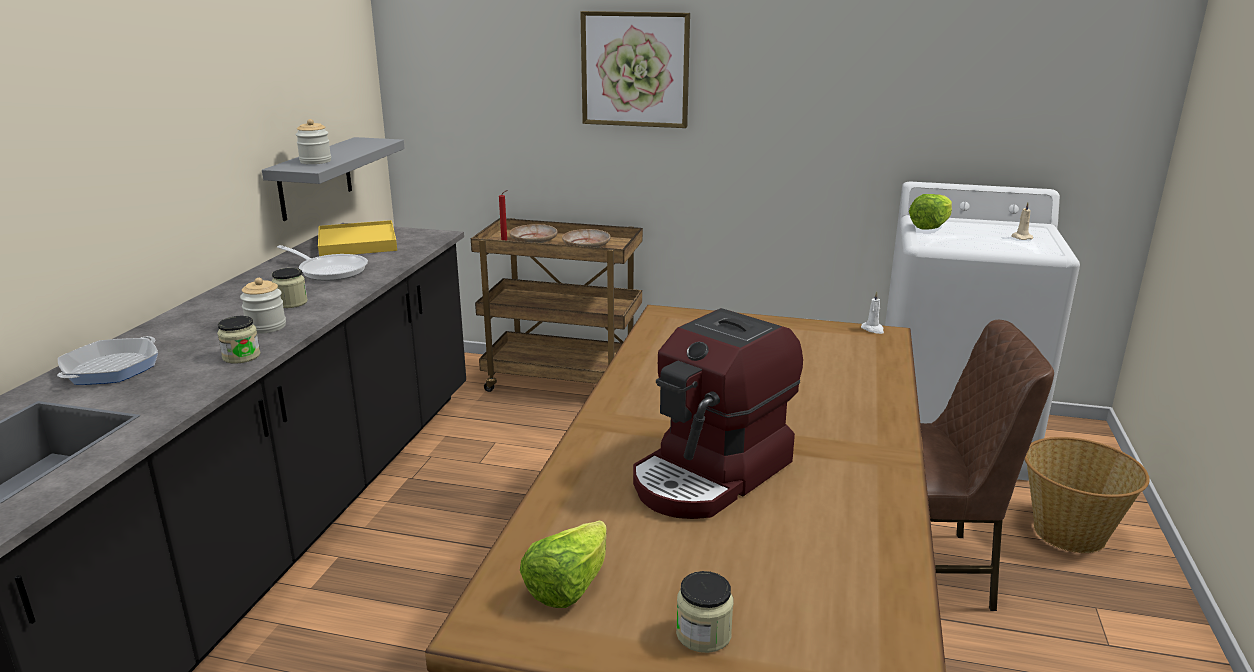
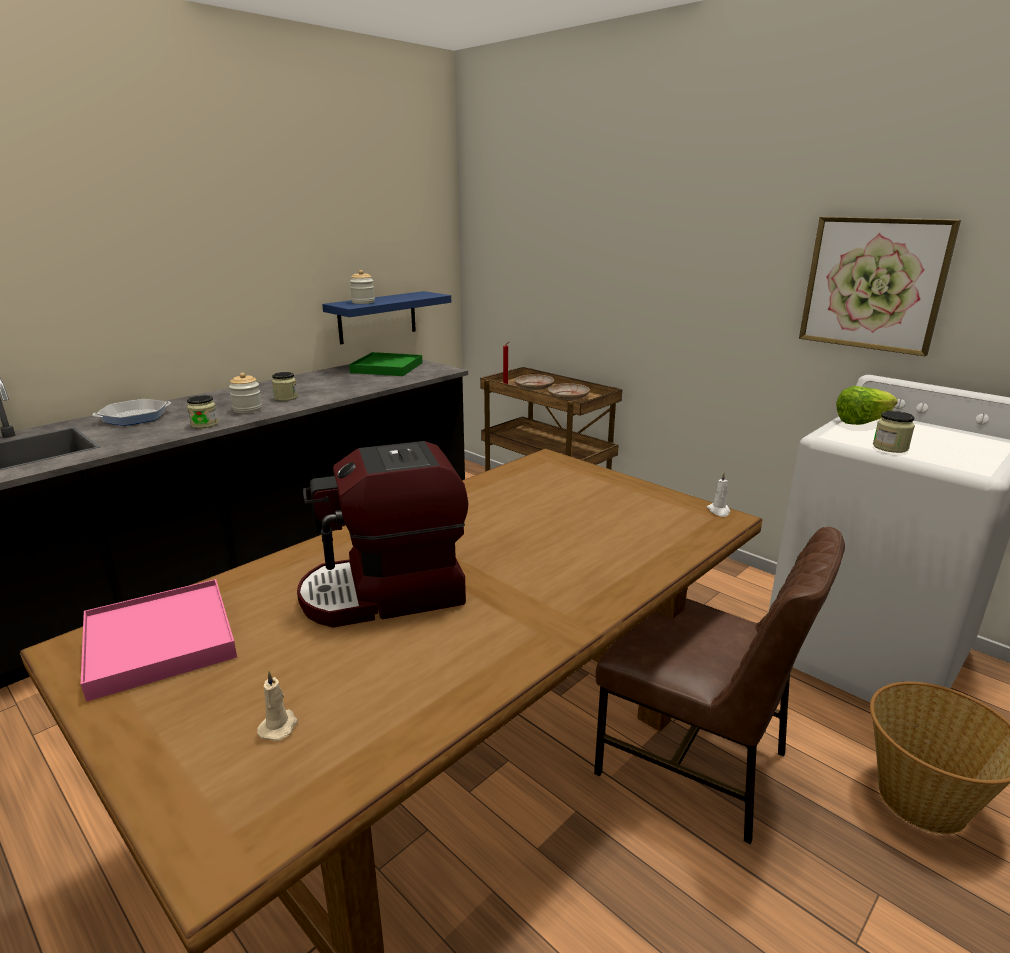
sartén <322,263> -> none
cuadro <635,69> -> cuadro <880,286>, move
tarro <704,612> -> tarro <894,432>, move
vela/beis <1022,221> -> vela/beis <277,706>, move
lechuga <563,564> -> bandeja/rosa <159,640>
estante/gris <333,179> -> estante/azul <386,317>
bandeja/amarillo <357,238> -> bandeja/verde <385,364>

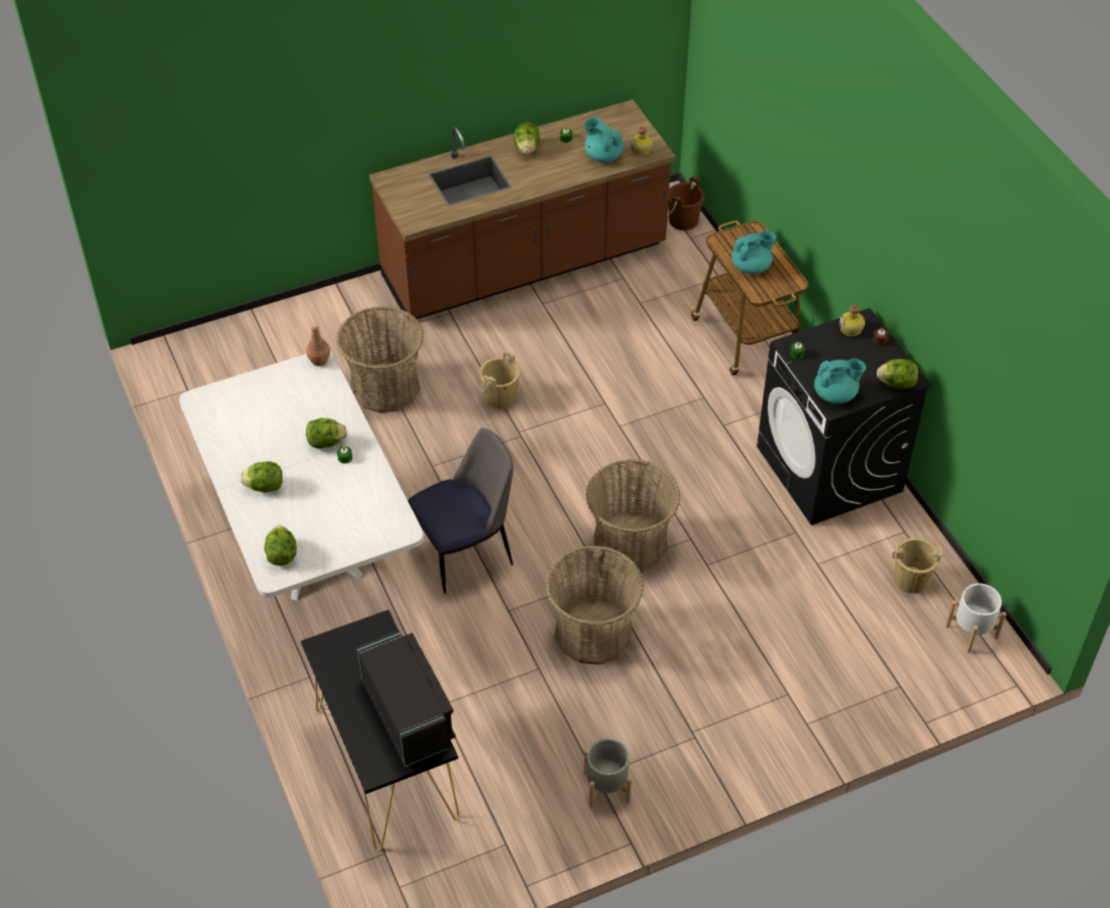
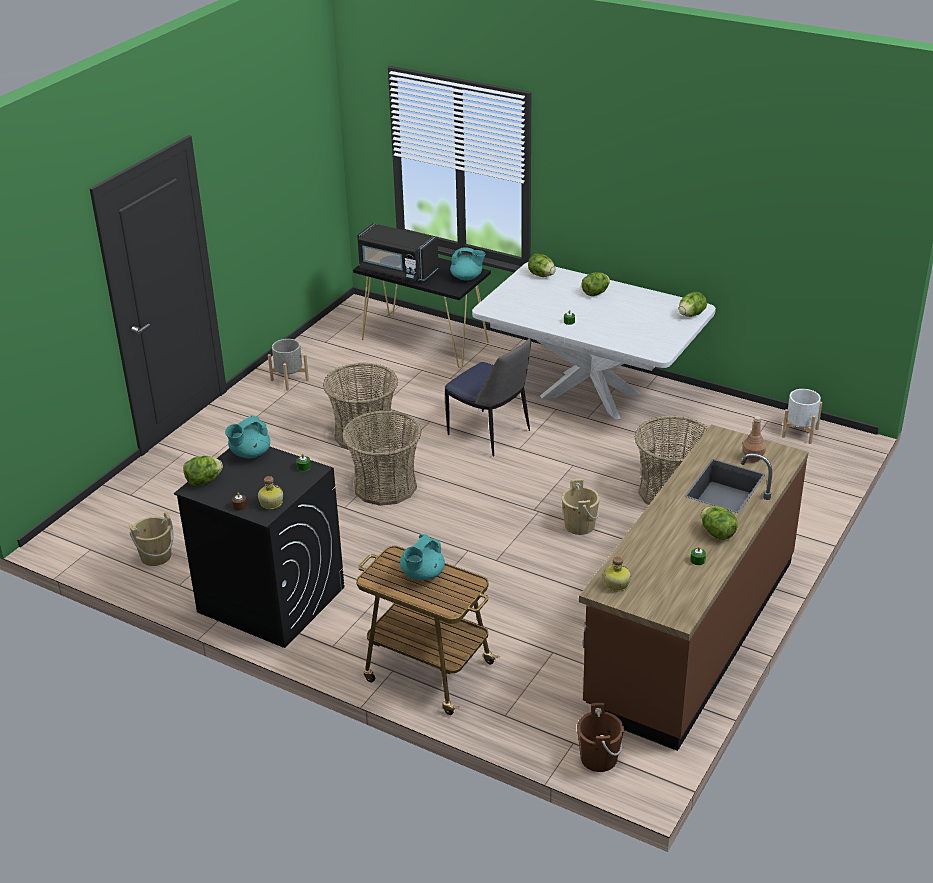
botella/marrón <318,344> -> botella/marrón <754,439>, move
lechuga <326,433> -> lechuga <693,304>, move
tetera/turquesa <604,139> -> tetera/turquesa <468,263>, move
maceta/blanco <975,618> -> maceta/blanco <802,416>, move
silla <461,511> -> silla <488,397>, 75 degrees counterclockwise

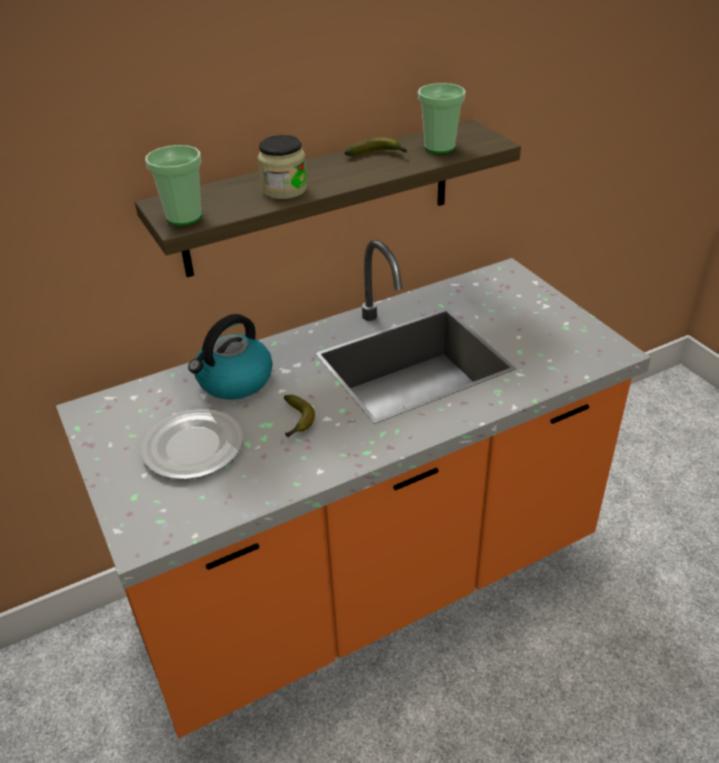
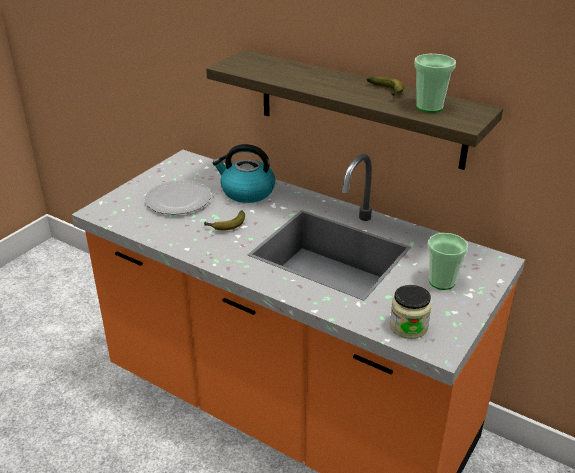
taza <173,185> -> taza <448,261>, move
tarro <282,167> -> tarro <410,312>, move

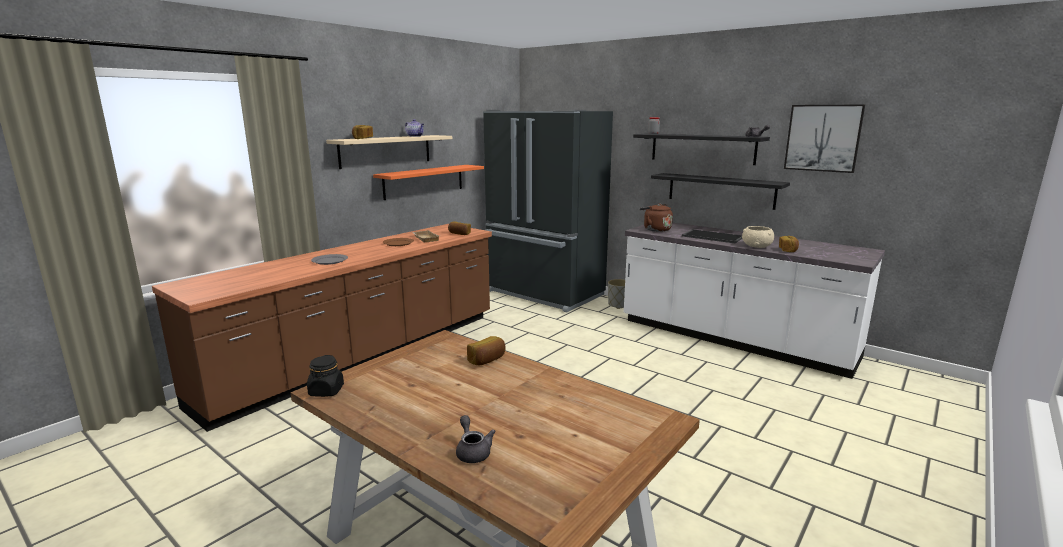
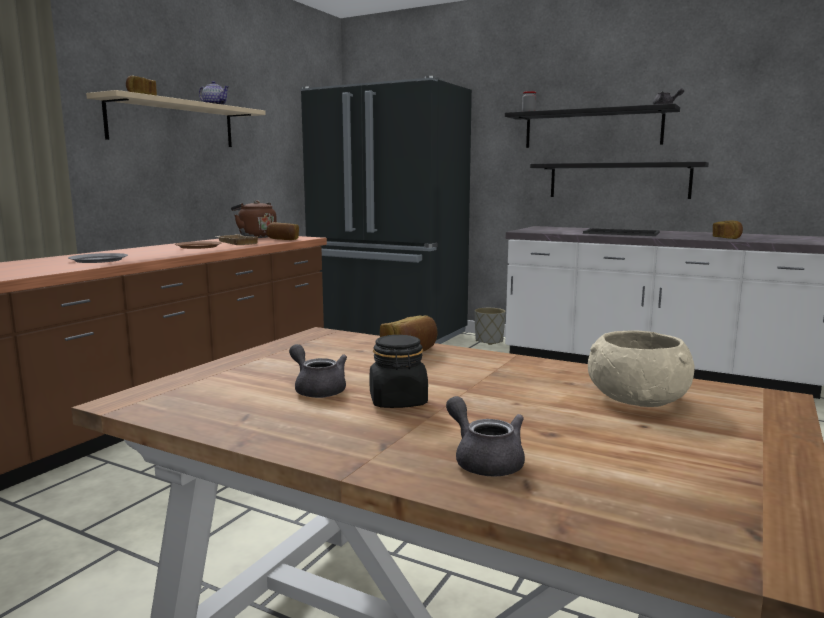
estante/naranja <428,182> -> none
cuadro <824,138> -> none
none -> tetera/gris <318,371>
tarro/negro <325,376> -> tarro/negro <399,371>, move
hervidor/marrón <656,218> -> hervidor/marrón <254,219>, move
cuenco/beis <758,237> -> cuenco/beis <641,368>, move

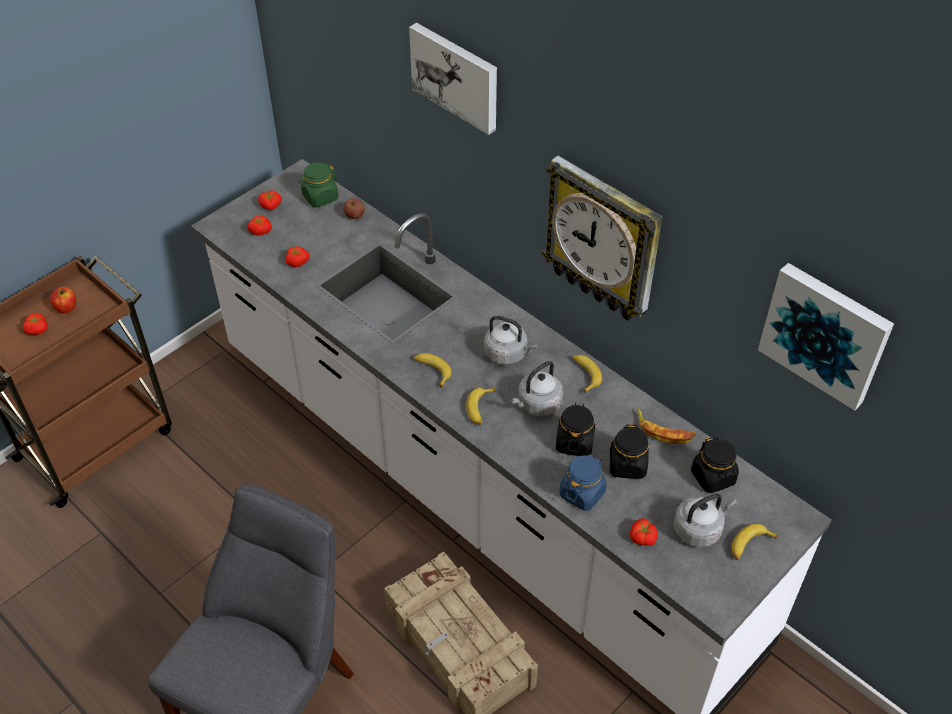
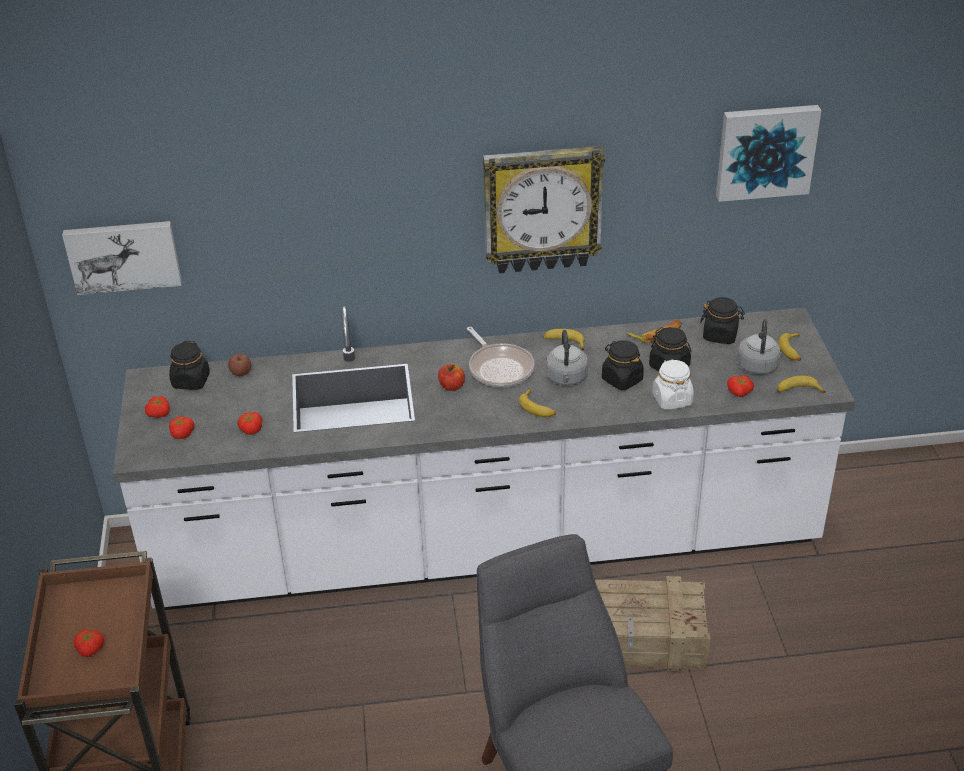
manzana <63,300> -> manzana <451,377>, move
cuadro <453,79> -> cuadro <122,258>, move
plátano <433,370> -> plátano <801,384>, move
hervidor/gris <510,340> -> sartén <501,357>
tarro/verde <318,185> -> tarro/negro <189,365>
tarro/azul <583,483> -> tarro/blanco <673,384>

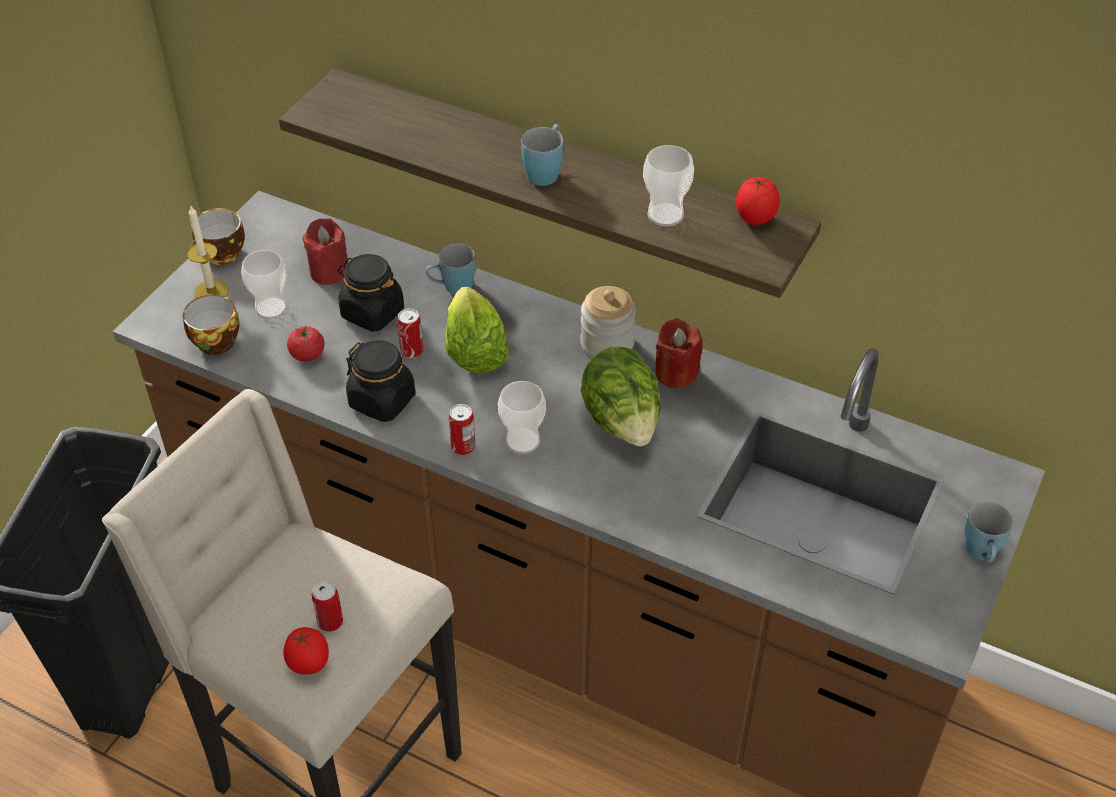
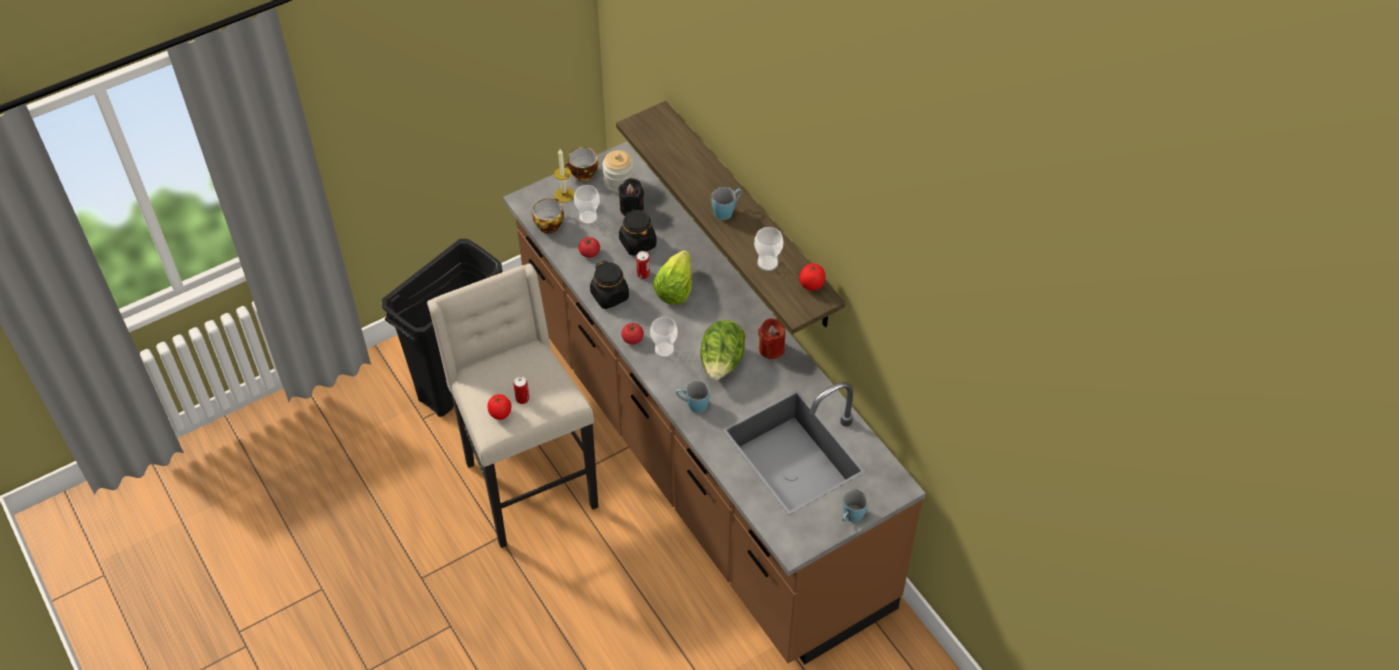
taza grande/azul <450,269> -> taza grande/azul <693,397>, move
tarro <608,322> -> tarro <618,172>, move
lata <462,429> -> tomate <632,334>
vela/rojo <325,251> -> vela/negro <631,197>

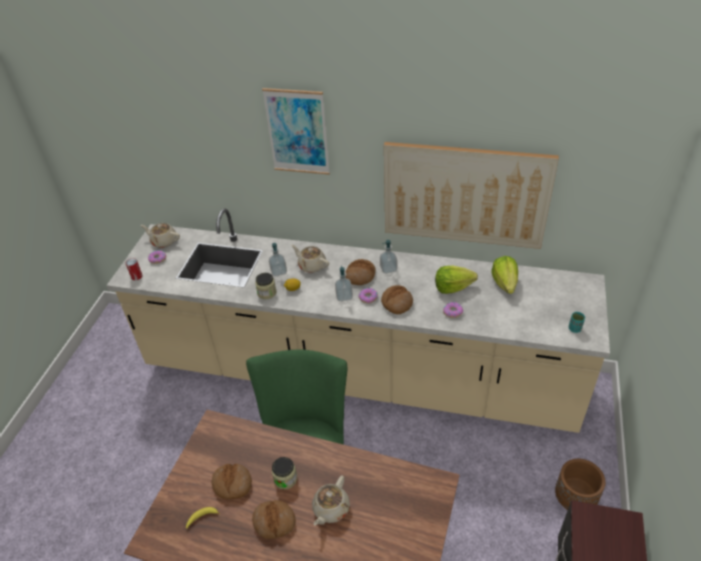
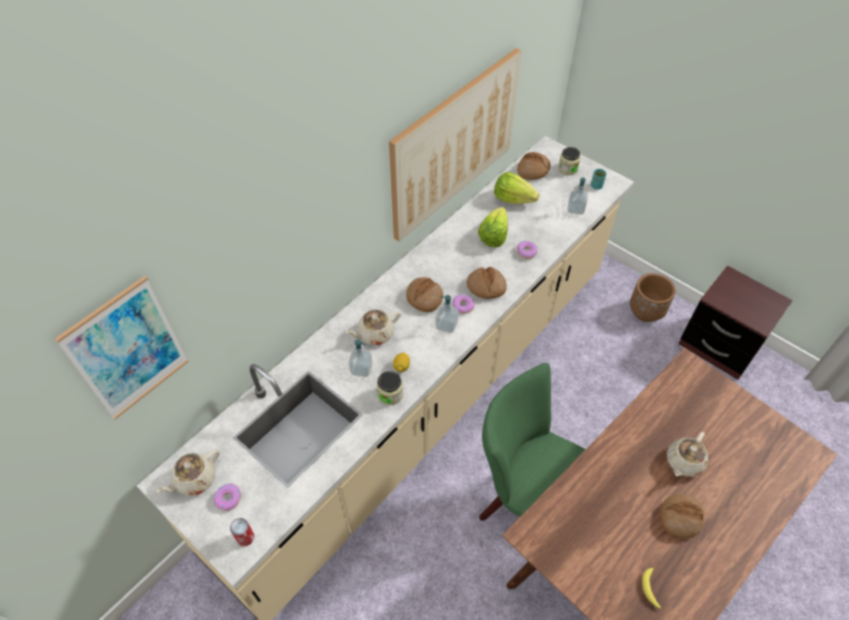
pan <232,481> -> pan <533,166>, move
cuadro <296,131> -> cuadro <122,347>, move
tarro <284,473> -> tarro <569,161>, move
dispensador de jabón <388,257> -> dispensador de jabón <577,196>, move
tetera/beis <331,500> -> tetera/beis <687,454>, 75 degrees clockwise

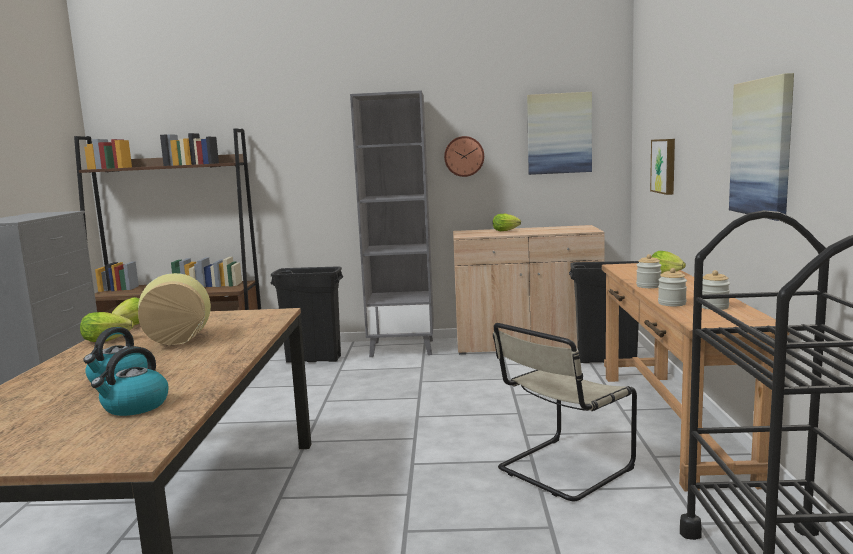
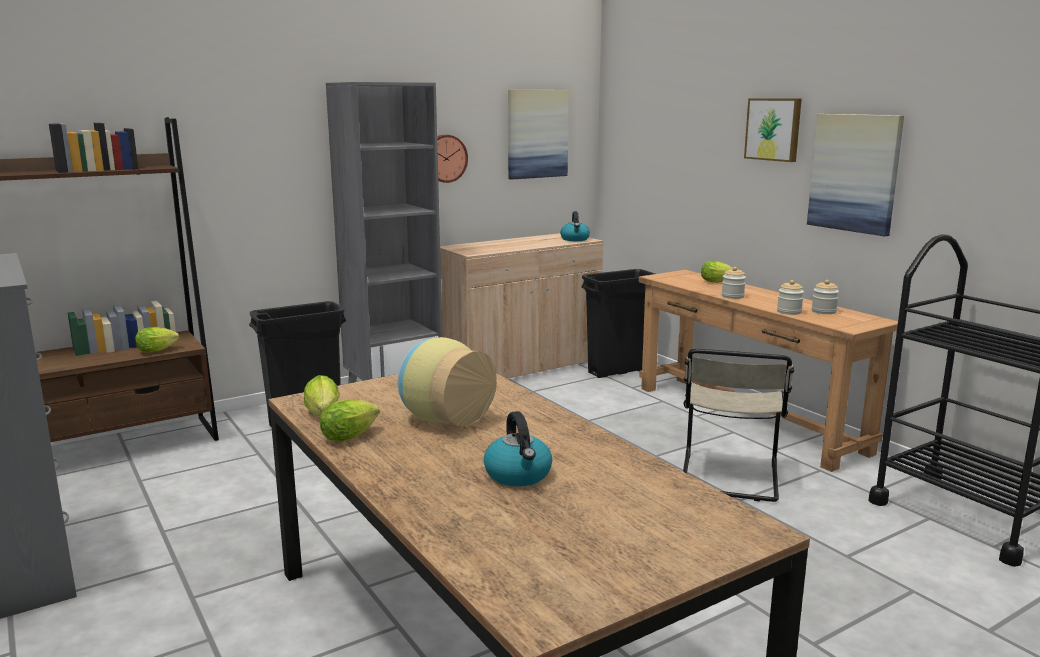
hervidor <129,381> -> hervidor <575,226>, move
lechuga <507,222> -> lechuga <157,340>, move
cuadro <662,167> -> cuadro <773,130>, move

